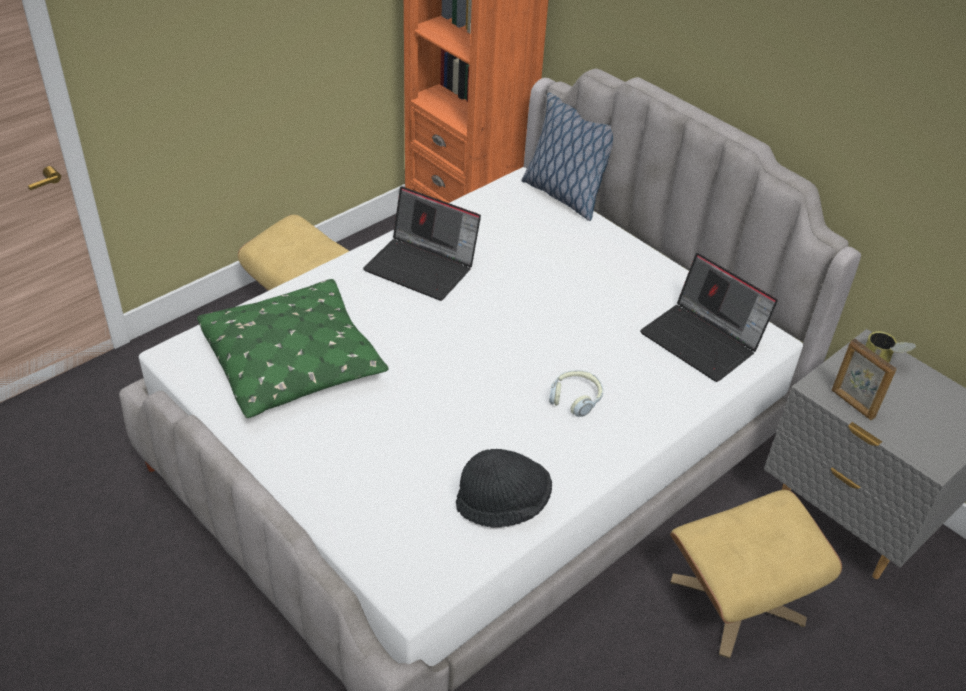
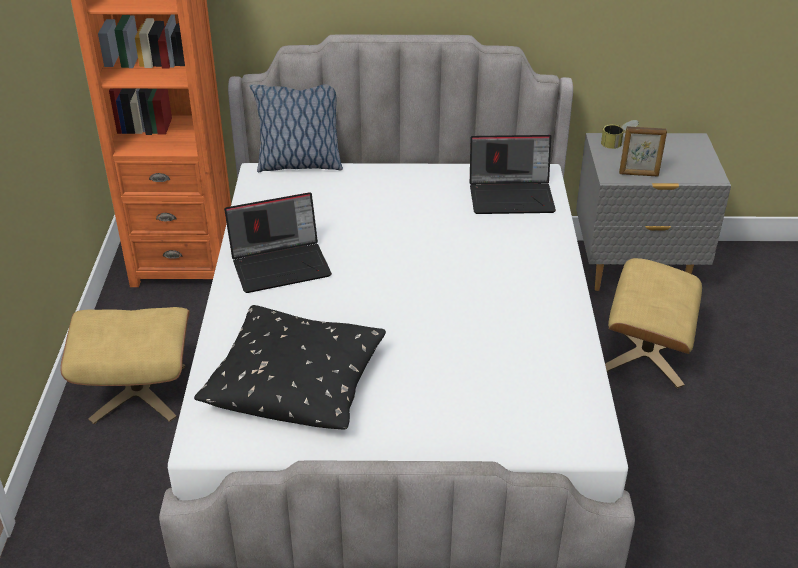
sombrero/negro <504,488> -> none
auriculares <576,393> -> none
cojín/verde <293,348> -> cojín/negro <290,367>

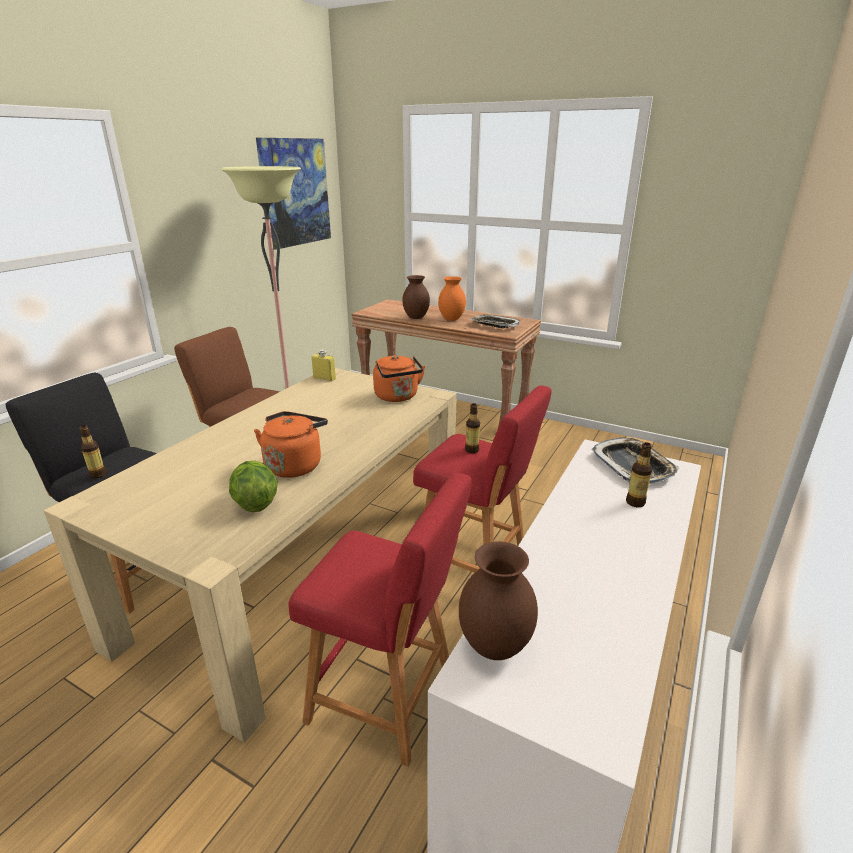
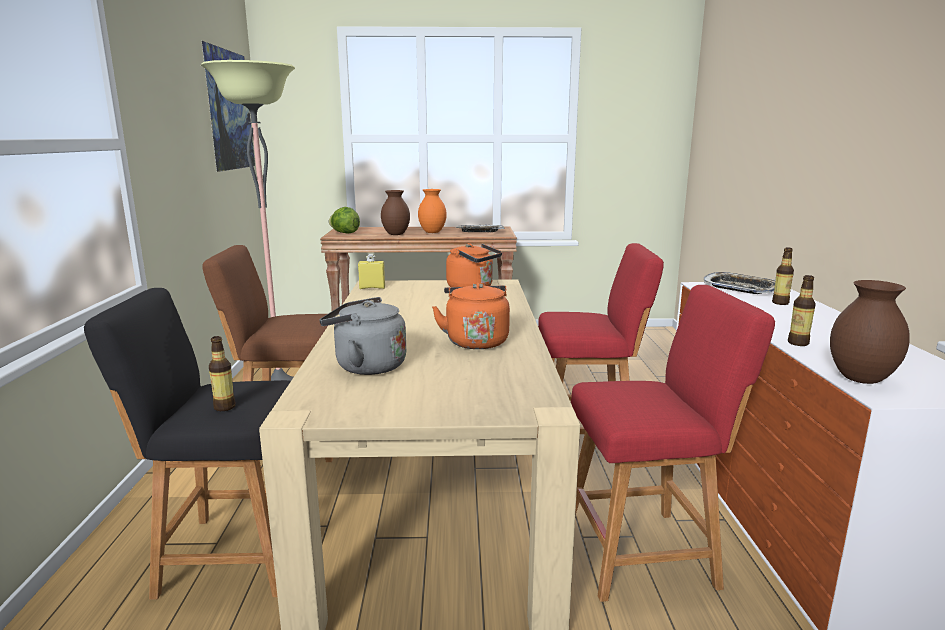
none -> hervidor/gris <362,336>
lechuga <253,486> -> lechuga <344,220>, move
botella <472,428> -> botella <802,310>, move

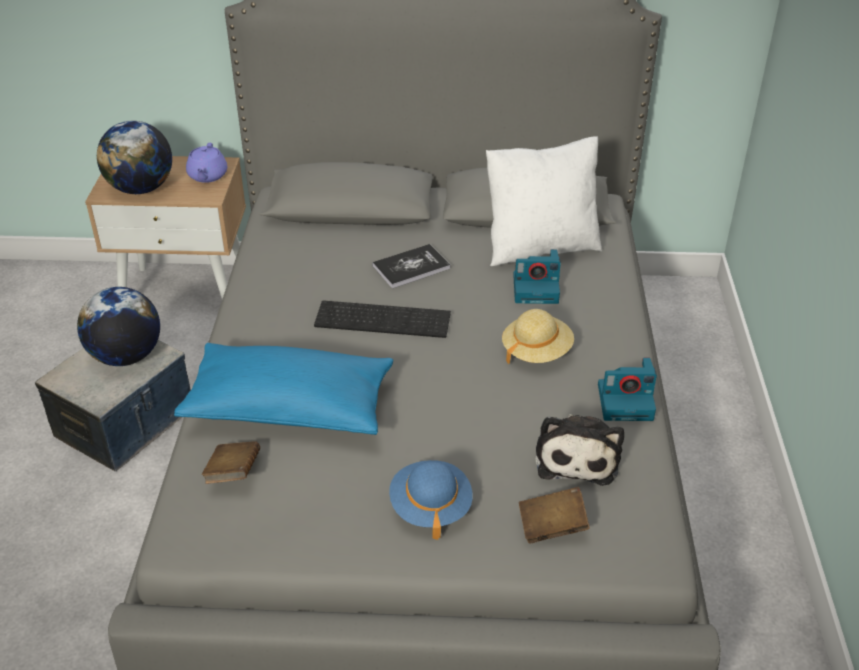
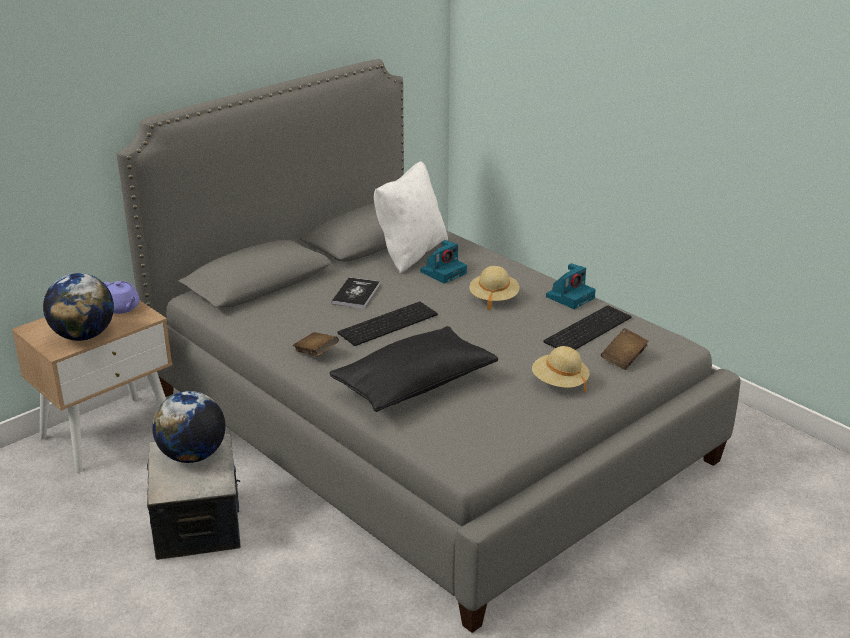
libro/marrón <231,462> -> libro/marrón <316,344>, move
peluche <579,450> -> teclado <587,327>
cojín/azul <283,389> -> cojín/negro <413,369>
sombrero/azul <431,500> -> sombrero/beis <561,369>

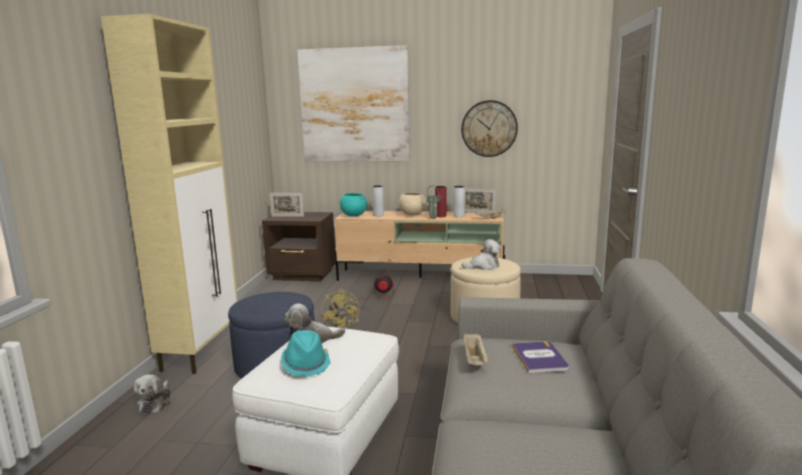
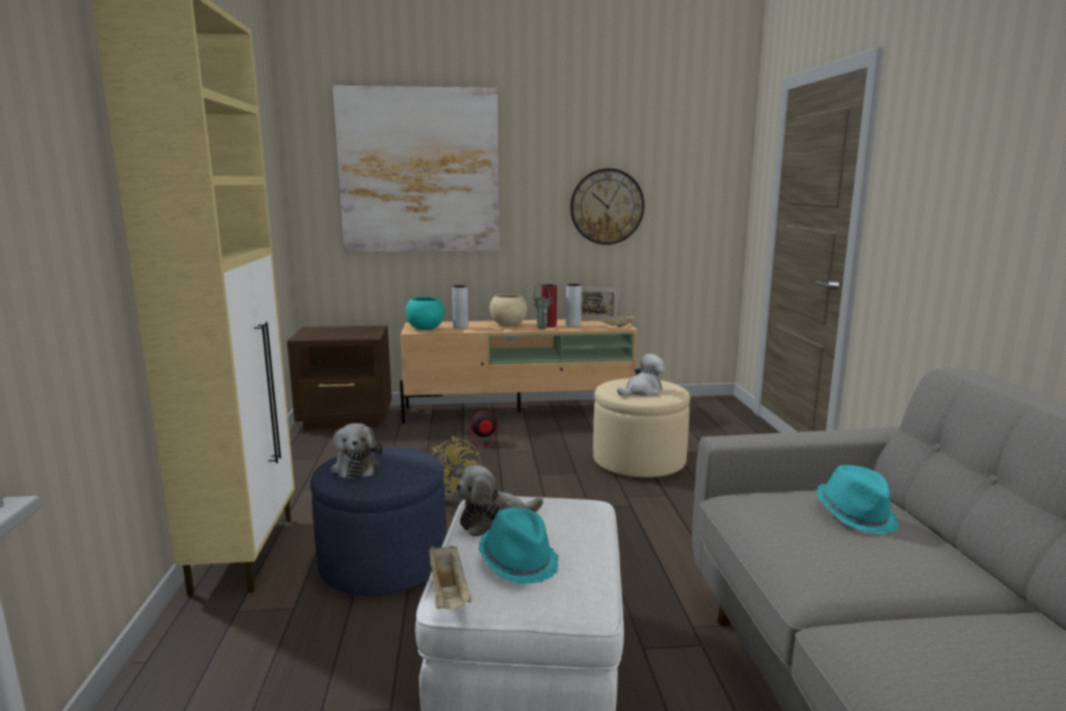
portarretratos <286,204> -> none
peluche <152,393> -> peluche <357,451>, move
bandeja/beis <476,349> -> bandeja/beis <450,577>, move
libro <540,357> -> sombrero/turquesa <857,499>

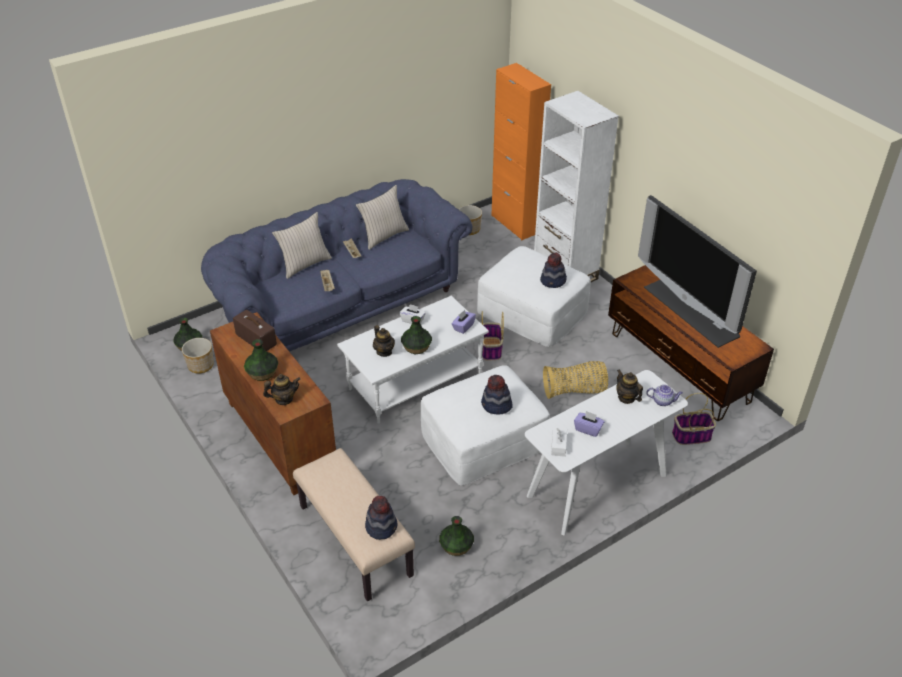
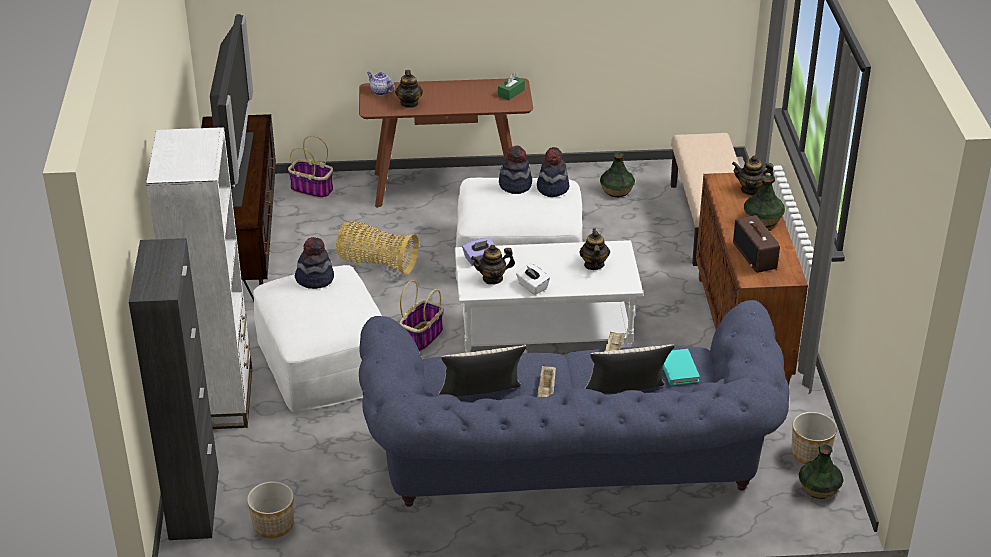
florero <416,335> -> none
caja de pañuelos/morado <589,424> -> none
none -> tetera <493,264>
none -> libro/turquesa <681,367>
sombrero <381,518> -> sombrero <553,172>, move
armario/naranja <521,151> -> armario/negro <174,389>
mesa consola/blanco <606,453> -> mesa consola/marrón <446,143>
caja de pañuelos/blanco <559,442> -> caja de pañuelos/verde <511,86>

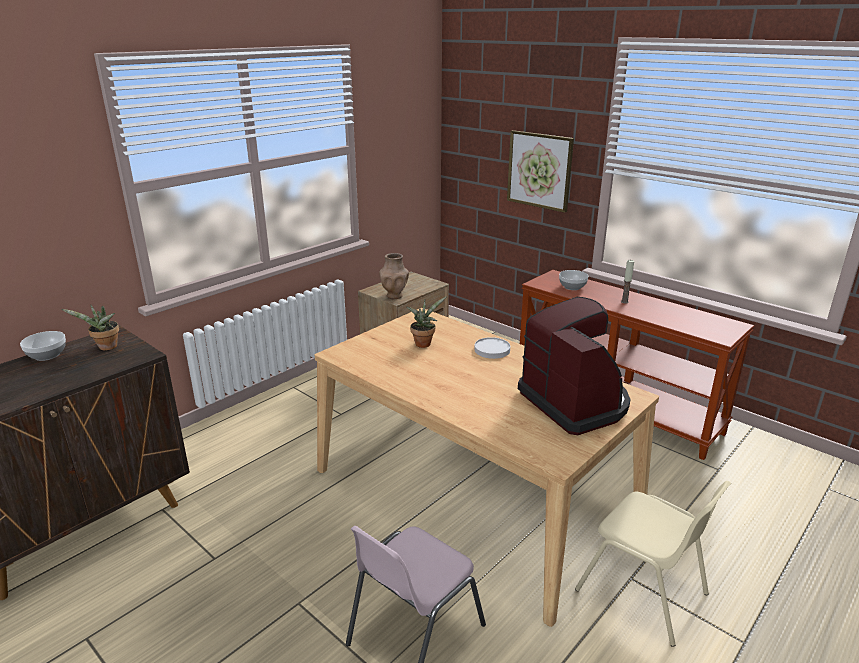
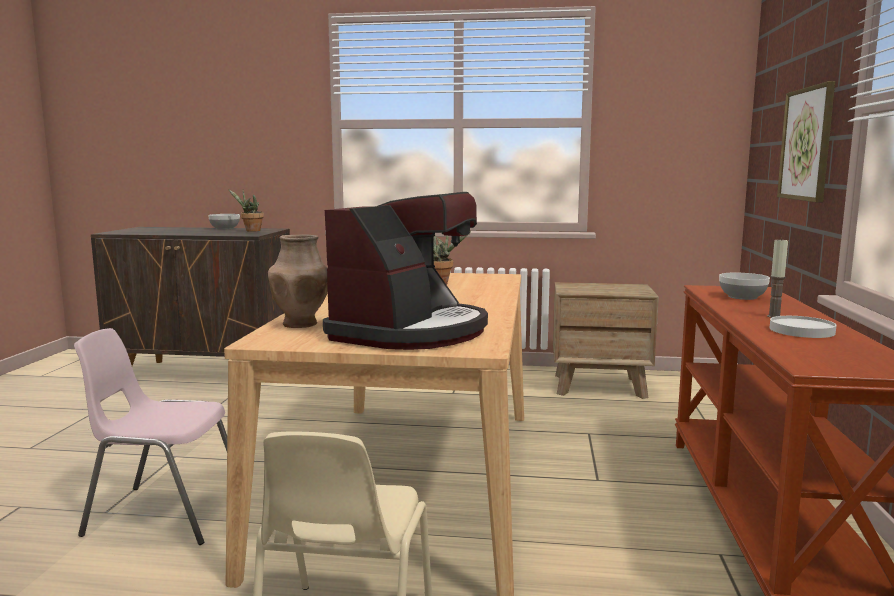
florero/marrón <394,276> -> florero/marrón <298,281>, move
plato/blanco <492,348> -> plato/blanco <803,327>, move

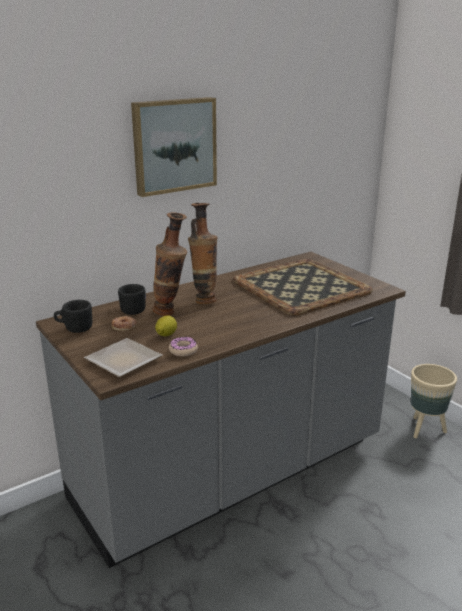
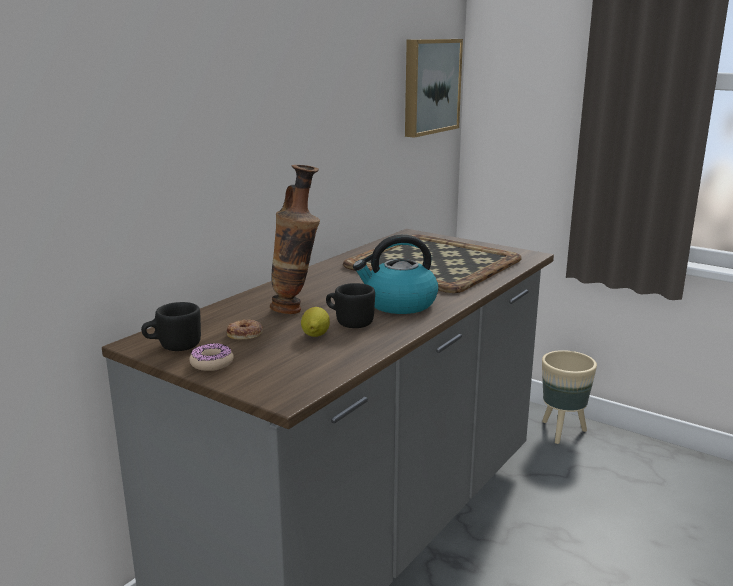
plato <123,357> -> none
florero <203,253> -> none
none -> hervidor <396,274>
taza grande/negro <132,299> -> taza grande/negro <350,305>, move
cuadro <174,147> -> cuadro <434,88>, move
rosquilla <183,347> -> rosquilla <211,357>, move

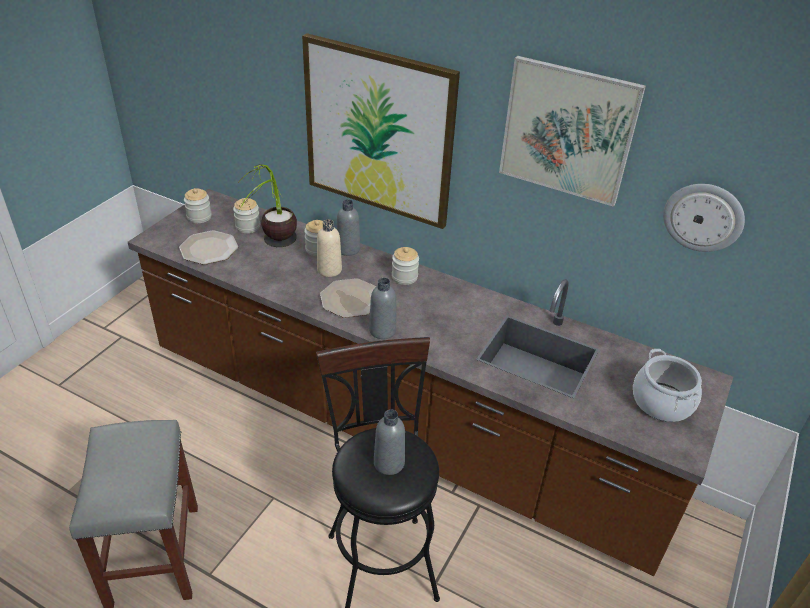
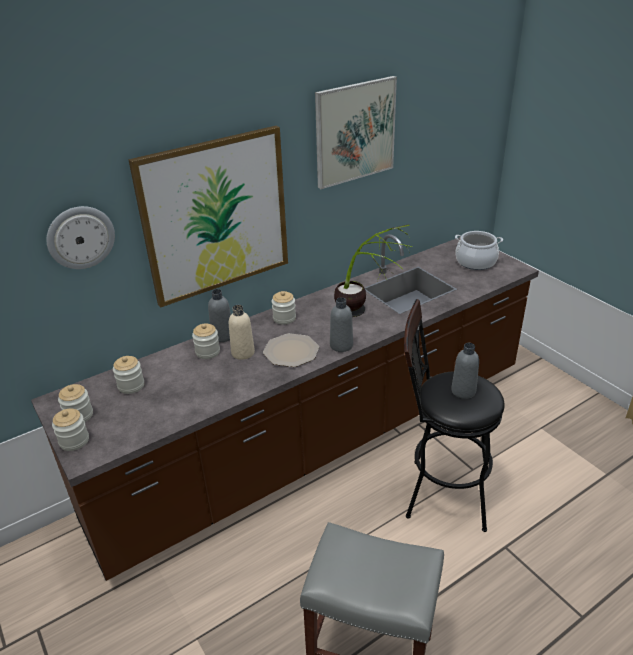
plato <208,247> -> none
none -> tarro <70,430>
planta en maceta <267,205> -> planta en maceta <373,270>, move
reloj de pared <704,218> -> reloj de pared <80,237>, move

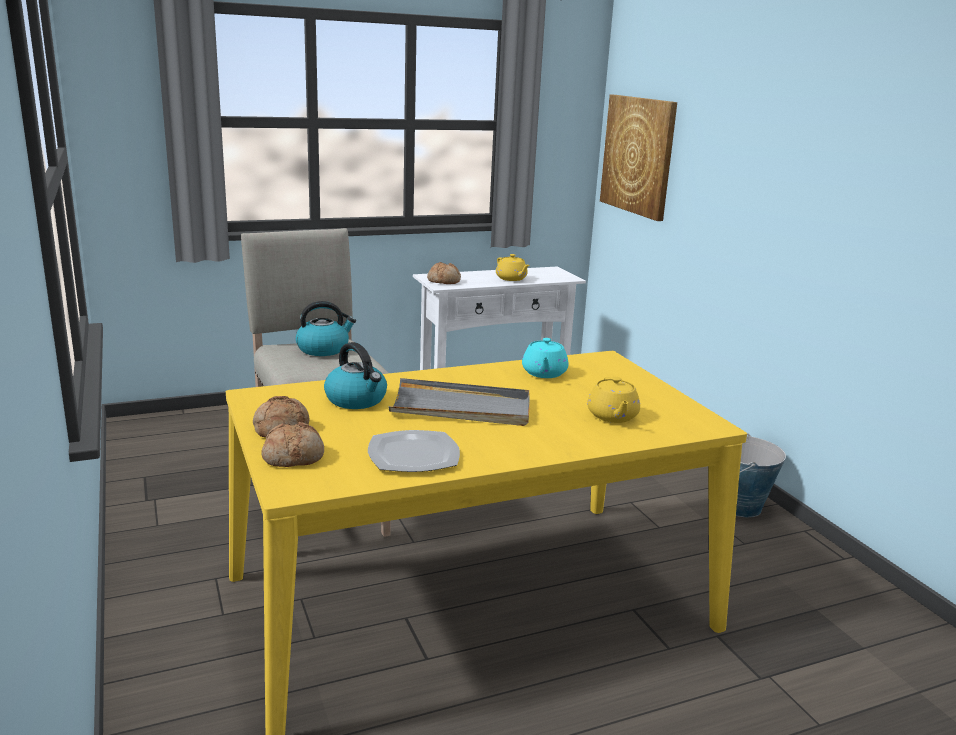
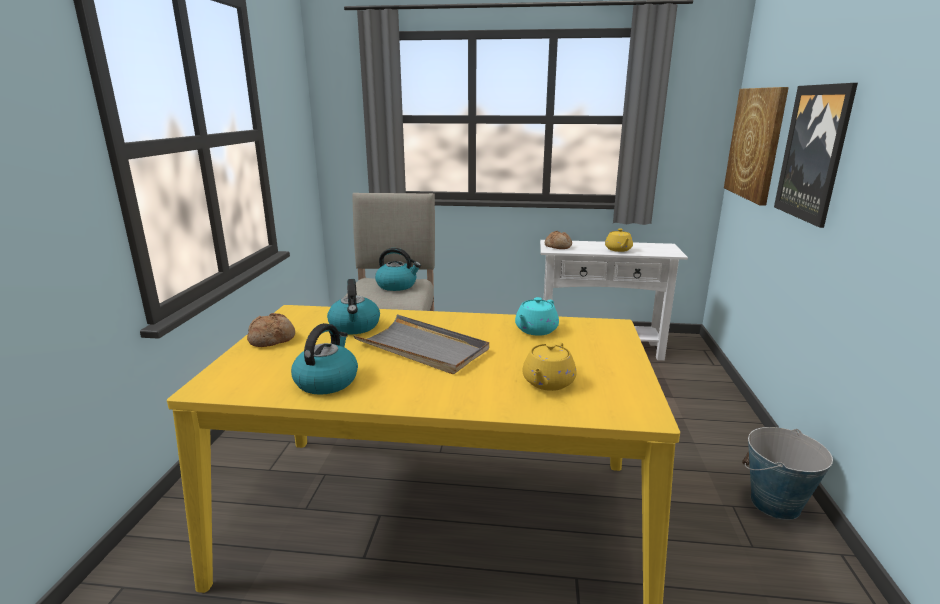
pan <292,444> -> none
none -> cuadro <816,155>
plato <414,451> -> hervidor <324,359>

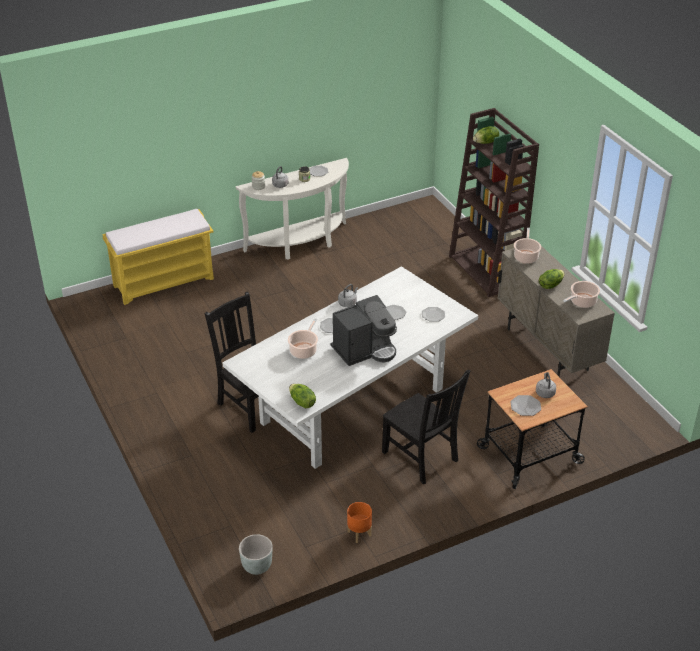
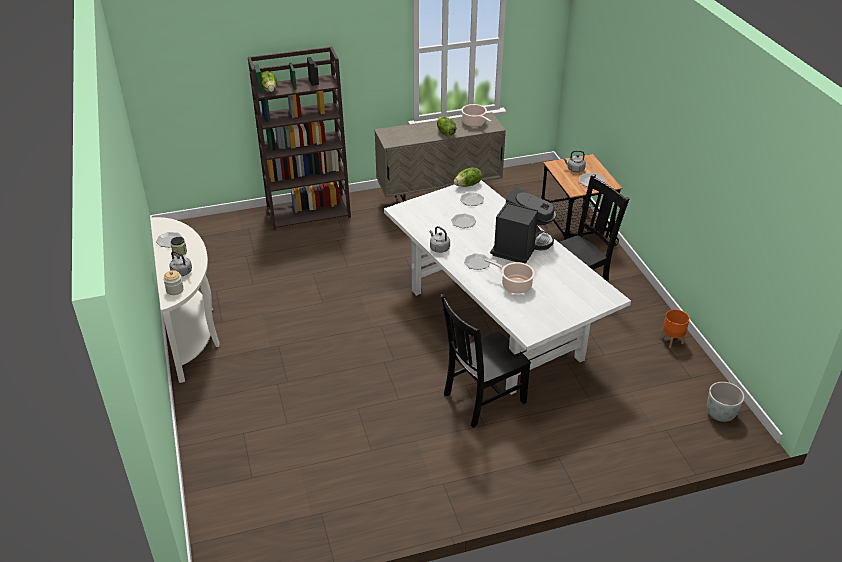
banco/amarillo <158,257> -> none
olla <527,246> -> none
lechuga <302,396> -> lechuga <468,177>, move
cafetera <363,330> -> cafetera <523,225>, 45 degrees clockwise

